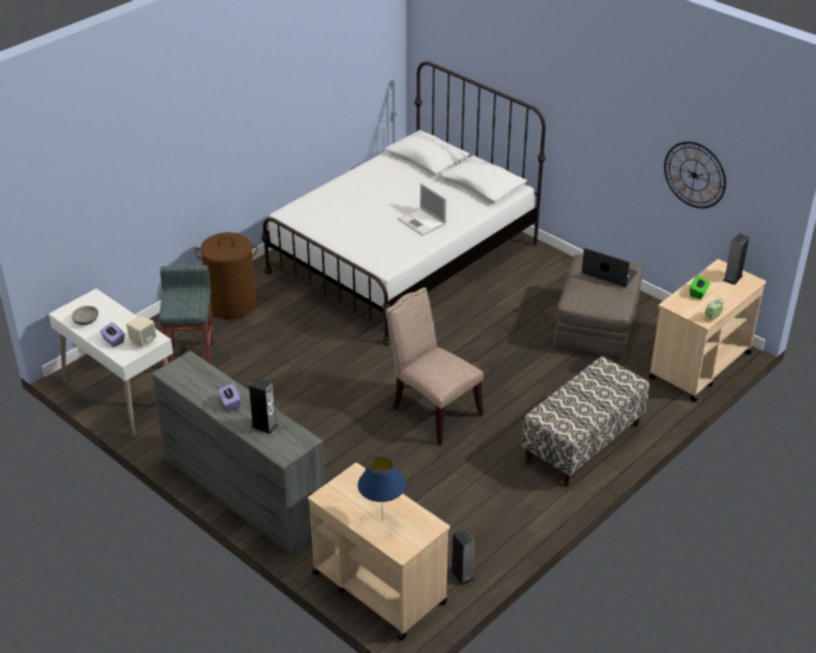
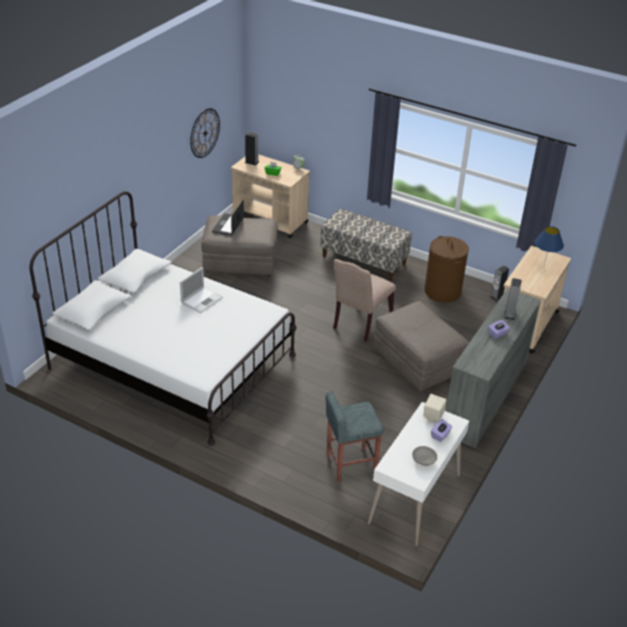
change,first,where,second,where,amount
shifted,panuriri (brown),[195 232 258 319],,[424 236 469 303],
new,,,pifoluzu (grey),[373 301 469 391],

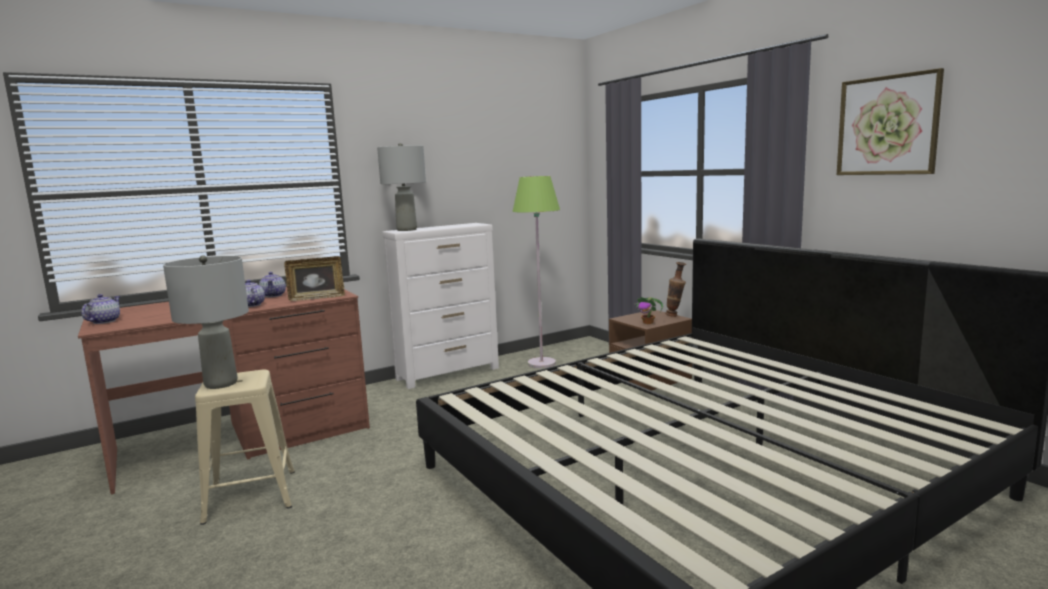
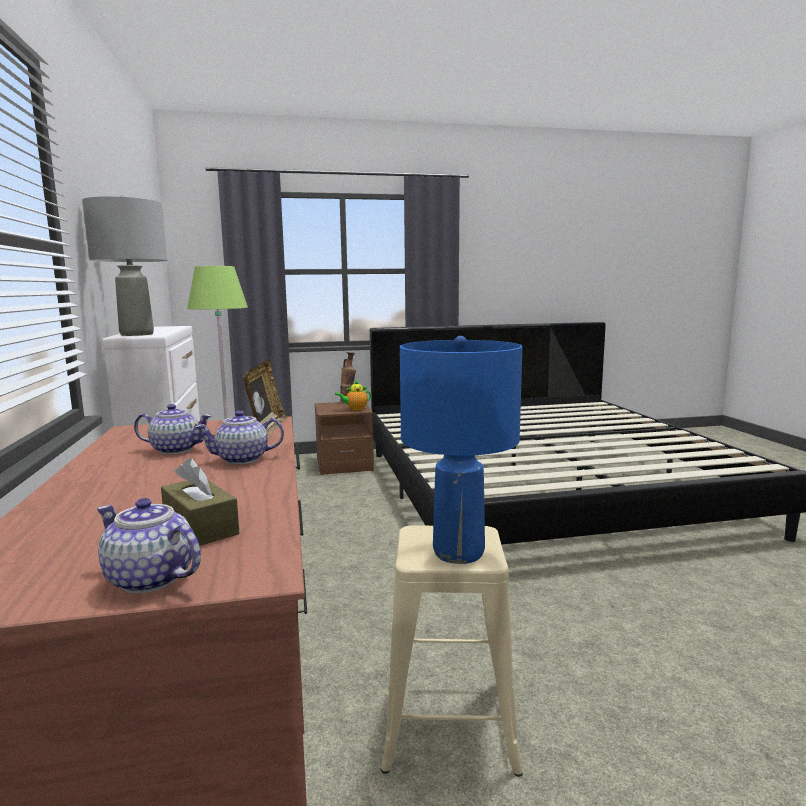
change,first,where,second,where,amount
repainted,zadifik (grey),[163 255 249 389],zadifik (blue),[400 336 522 564],
swapped,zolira,[636 297 663 324],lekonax,[335 380 371 411],
gone,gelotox,[837 68 944 175],,,
new,,,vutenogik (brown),[161 458 239 546],

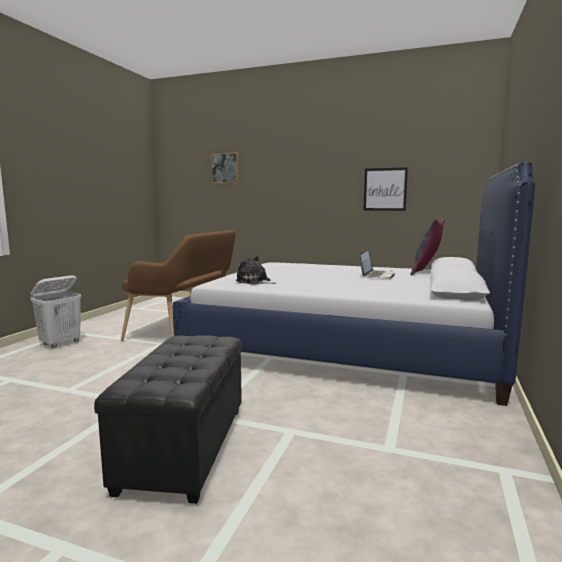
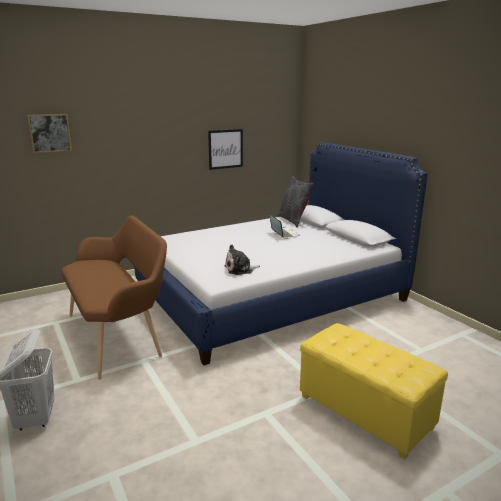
change,first,where,second,where,amount
repainted,pifoluzu (black),[94 335 242 504],pifoluzu (yellow),[300 323 448 459],

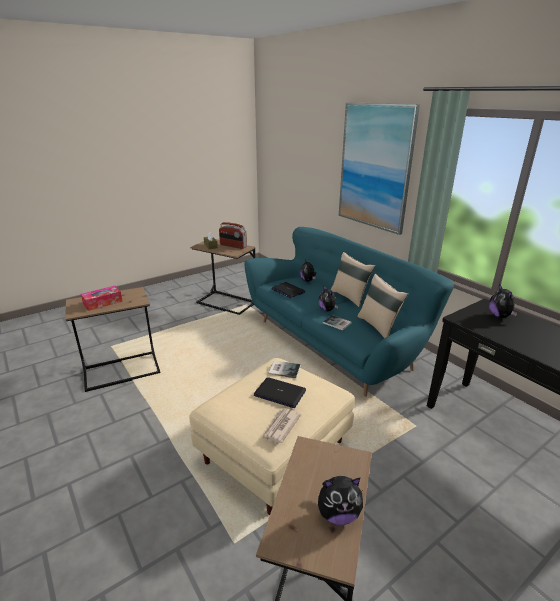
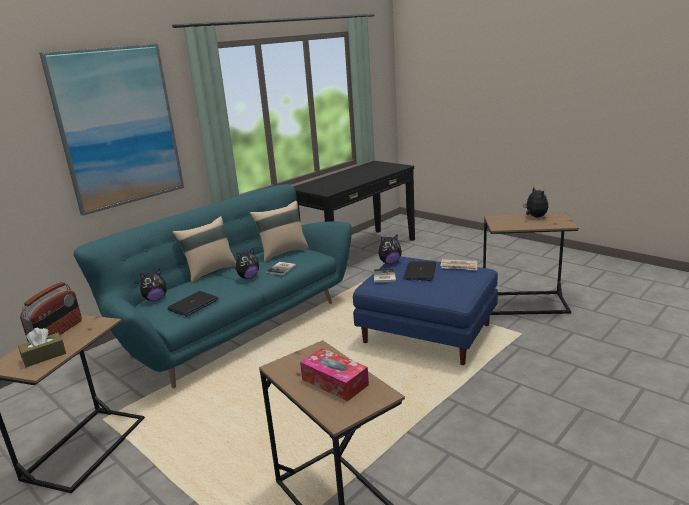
change,first,where,second,where,amount
repainted,pifoluzu (beige),[189 358 355 515],pifoluzu (blue),[353 257 498 365],
shifted,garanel,[489 285 518 318],,[378 234 402 264],

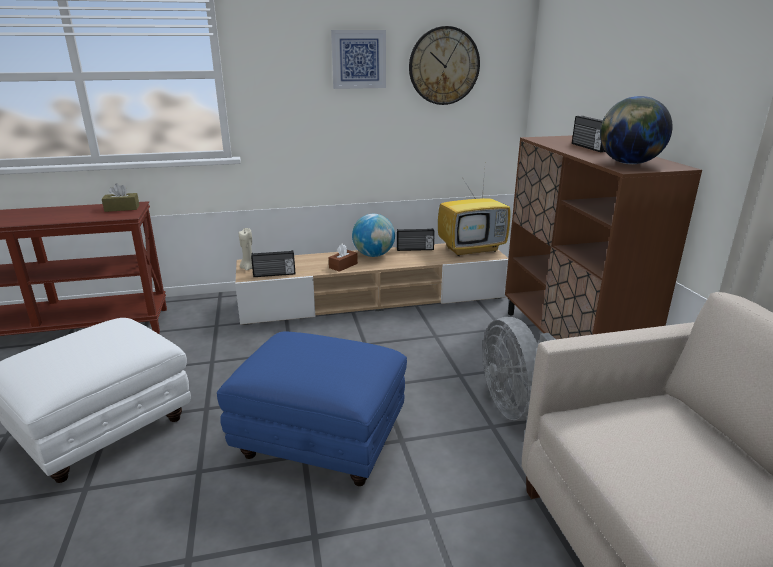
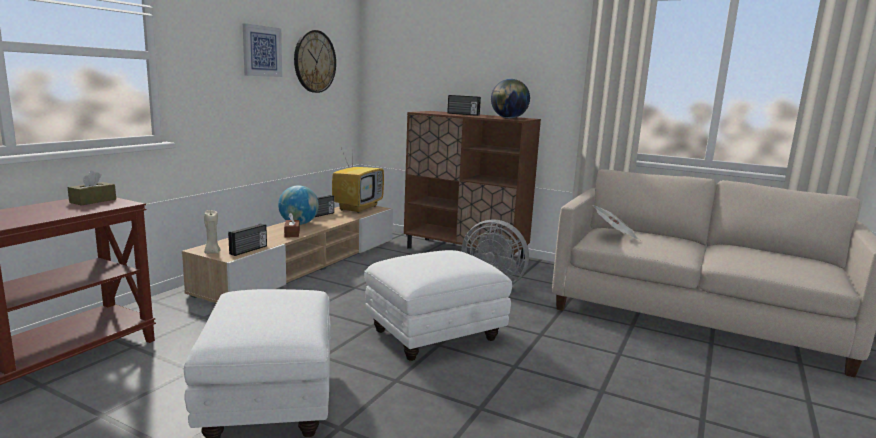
change,first,where,second,where,amount
repainted,pifoluzu (blue),[217 331 407 486],pifoluzu (white),[364 250 512 361],
new,,,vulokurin,[592 205 640 240],

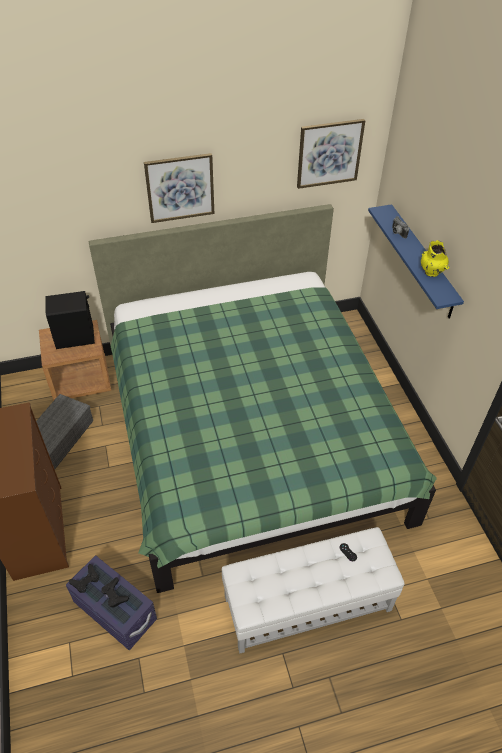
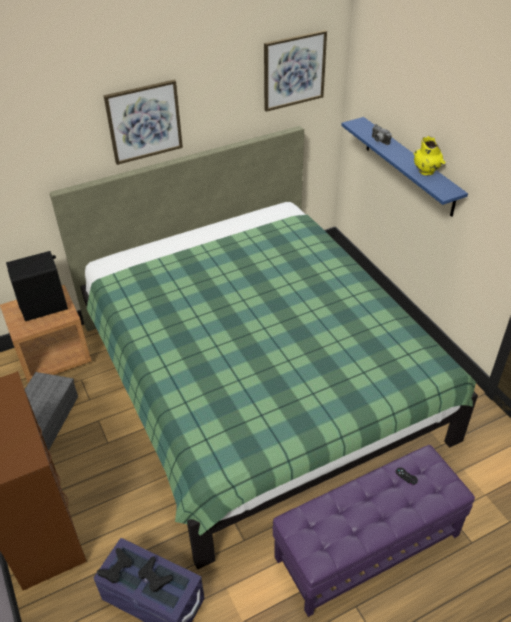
change,first,where,second,where,amount
repainted,pifoluzu (white),[222 527 405 654],pifoluzu (purple),[273 445 475 617],

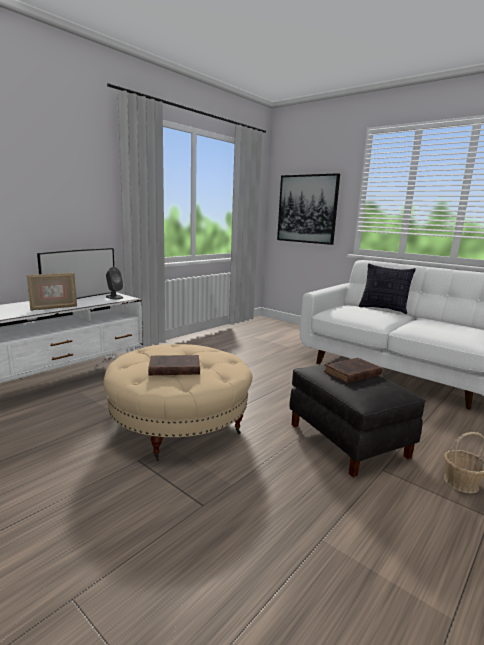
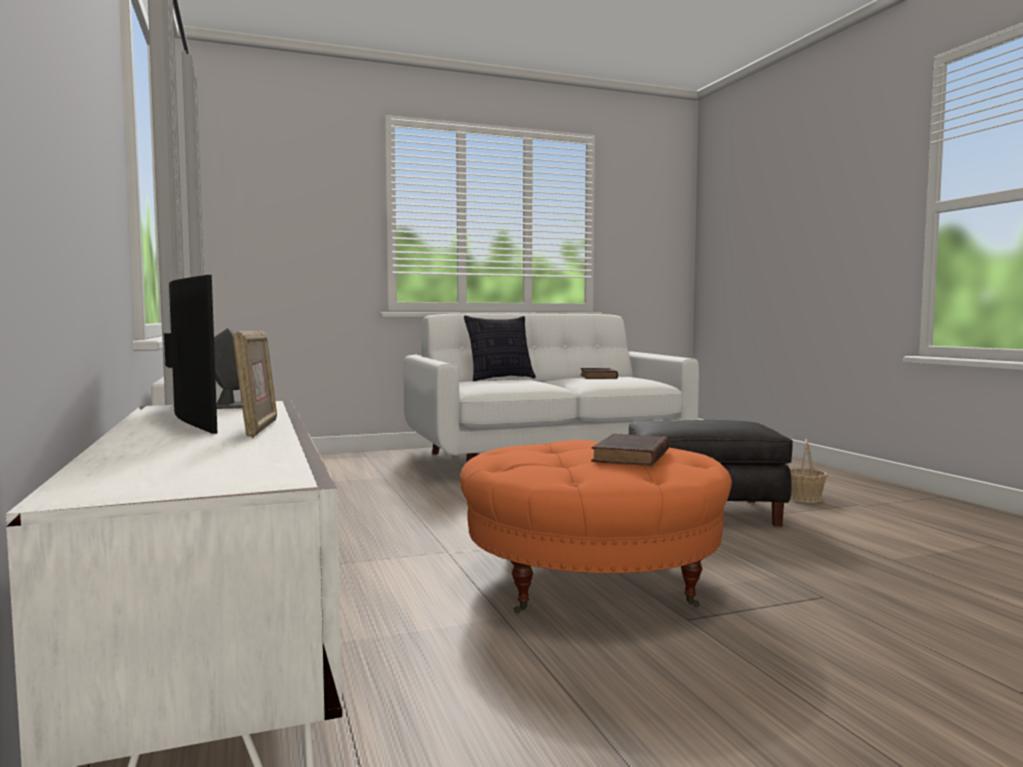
change,first,where,second,where,amount
repainted,pifoluzu (beige),[104 344 252 461],pifoluzu (orange),[460 440 732 614],
gone,gelotox,[277 173 340 245],,,
shifted,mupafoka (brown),[324 358 382 383],,[580 368 618 379],

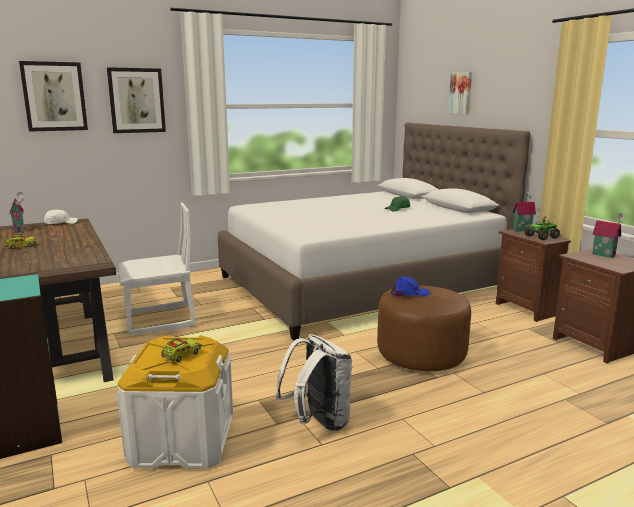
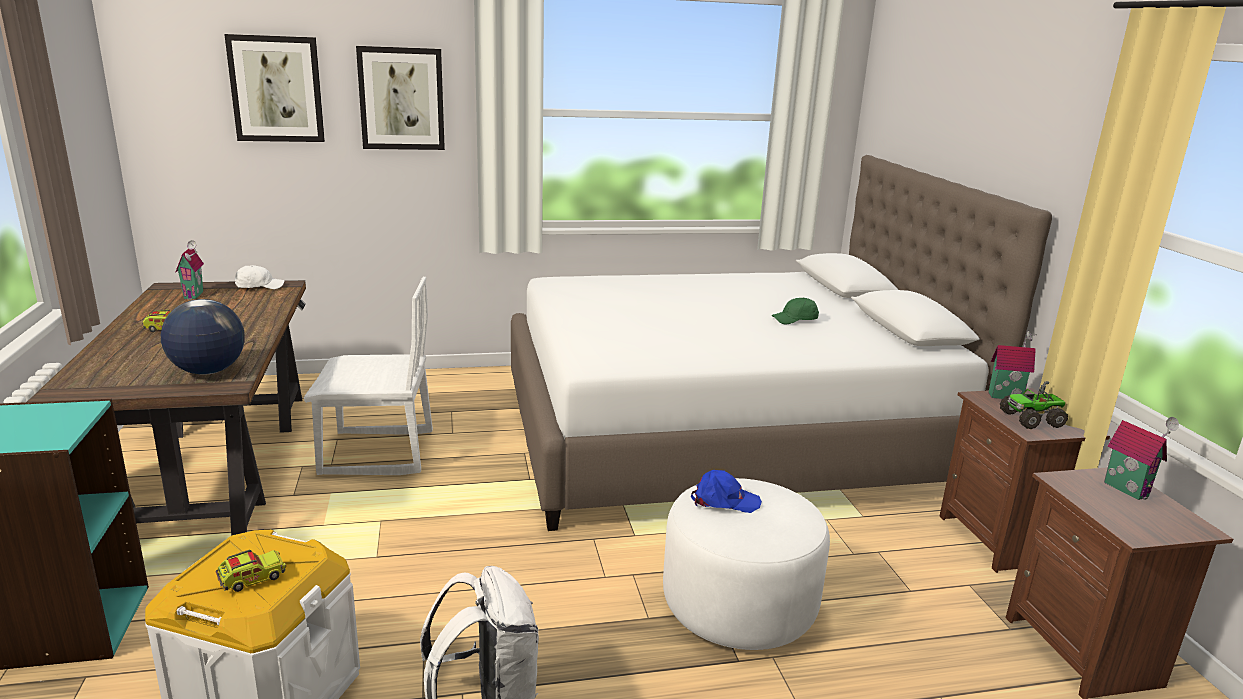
change,first,where,second,where,amount
repainted,pifoluzu (brown),[377 285 471 371],pifoluzu (white),[663 478 830 650],
gone,gelotox,[448 72 472 114],,,
new,,,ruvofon,[161 299 245 375],

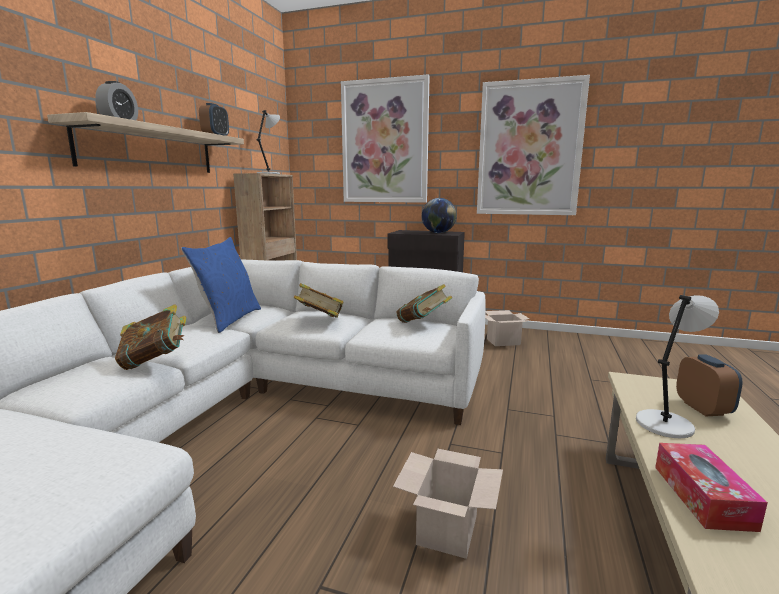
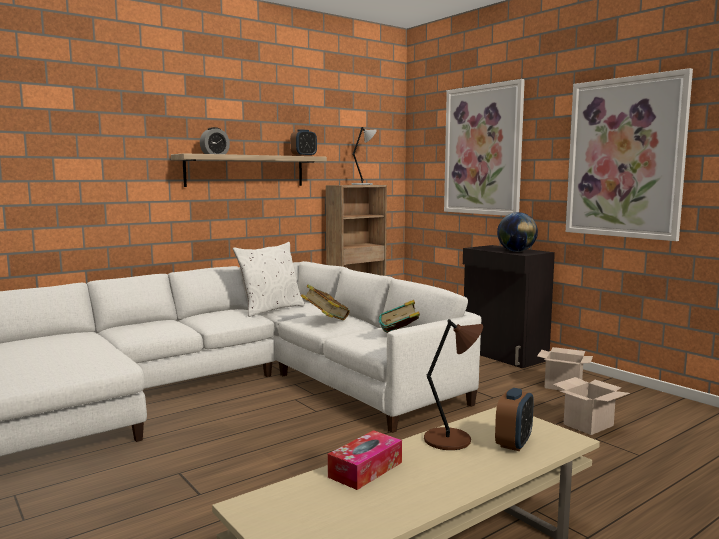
change,first,where,second,where,amount
gone,mupafoka,[115 304 187 370],,,
repainted,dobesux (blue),[181 237 261 333],dobesux (white),[233 242 305 317],
shifted,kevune,[393 449 503 559],,[553 377 630 435],
repainted,zadifik (grey),[636 295 719 438],zadifik (brown),[424 319 483 450],

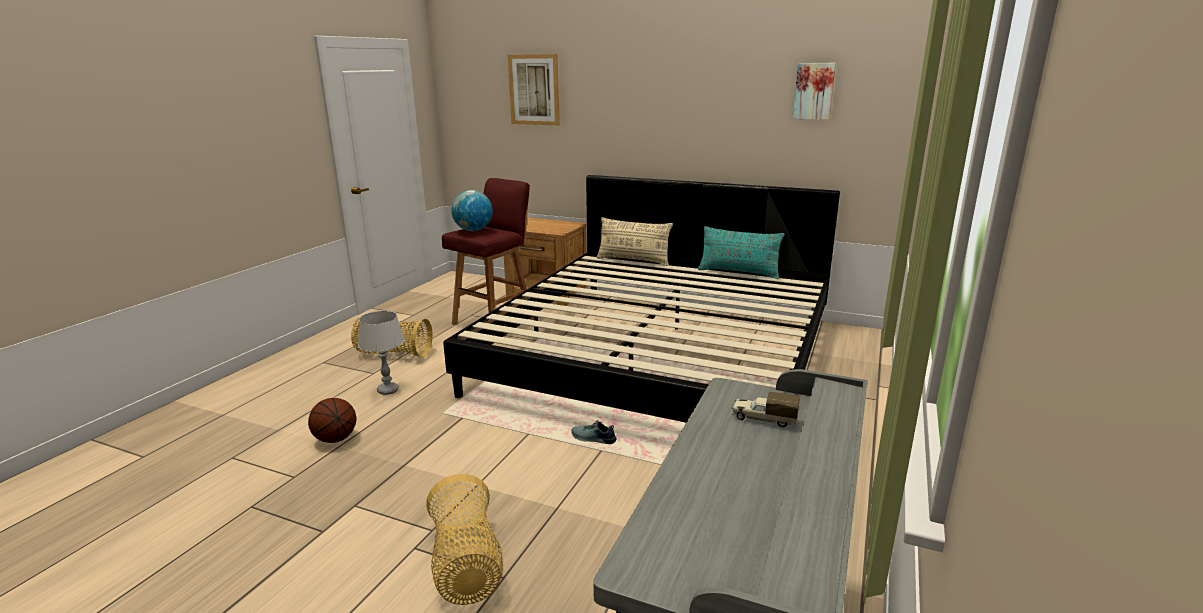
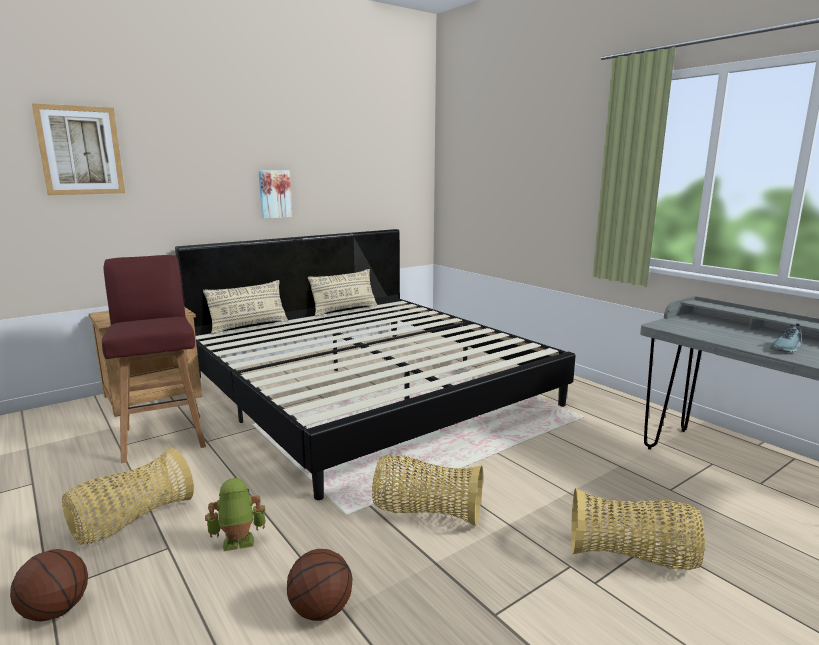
change,first,where,second,where,amount
swapped,zadifik (grey),[358 311 405 395],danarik,[205 478 266 551],
gone,ruvofon,[451 190 493 231],,,
shifted,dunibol,[571 420 617 444],,[770 323 801 352],
repainted,dobesux (turquoise),[698 226 785 279],dobesux (beige),[308 269 377 317],
gone,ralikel,[731 392 800 427],,,
shifted,gelotox,[793 63 836 120],,[258 170 292 219],
new,,,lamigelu,[10 549 88 621],
new,,,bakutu,[372 455 483 526],

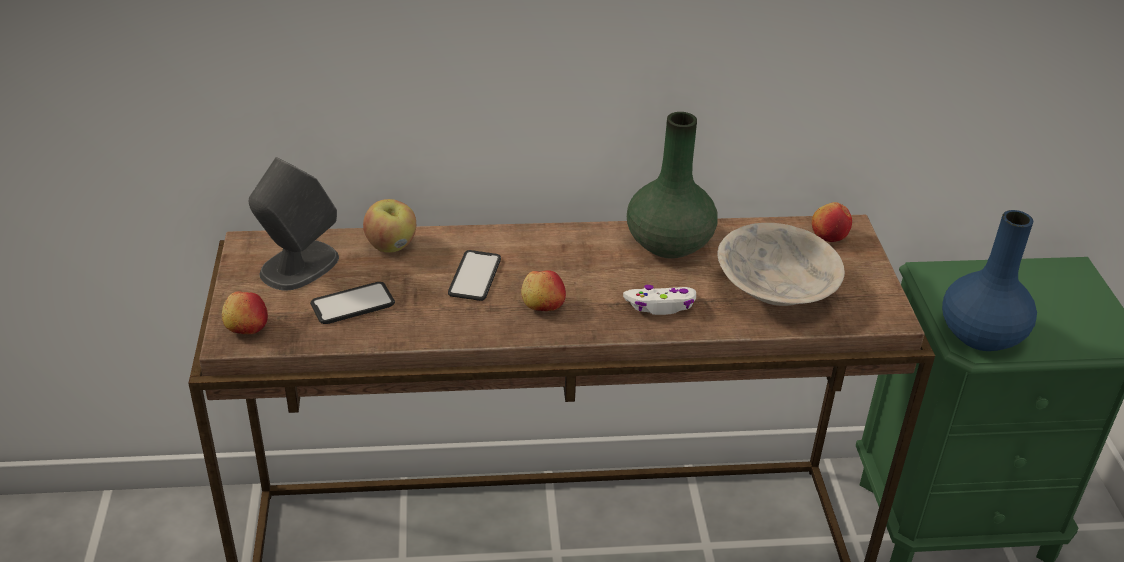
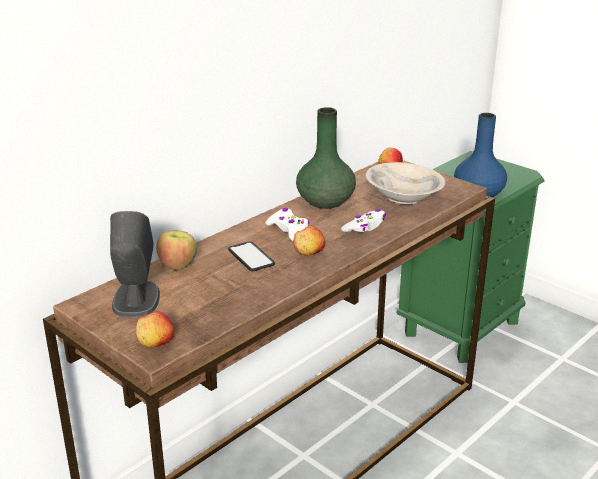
change,first,where,second,where,amount
gone,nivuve,[310 282 395 324],,,
new,,,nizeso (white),[265 208 309 241],

